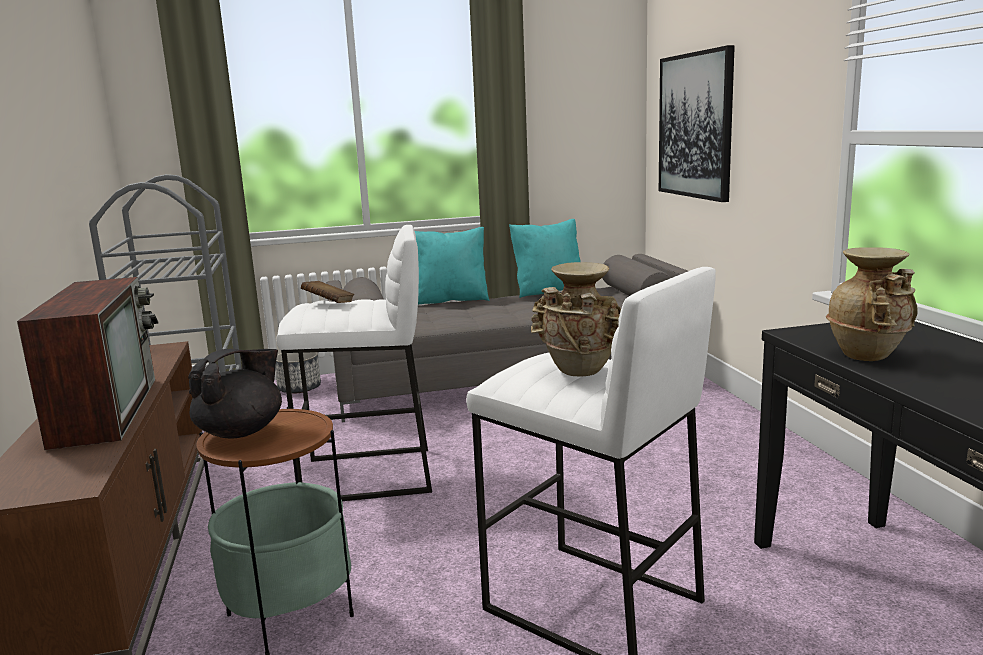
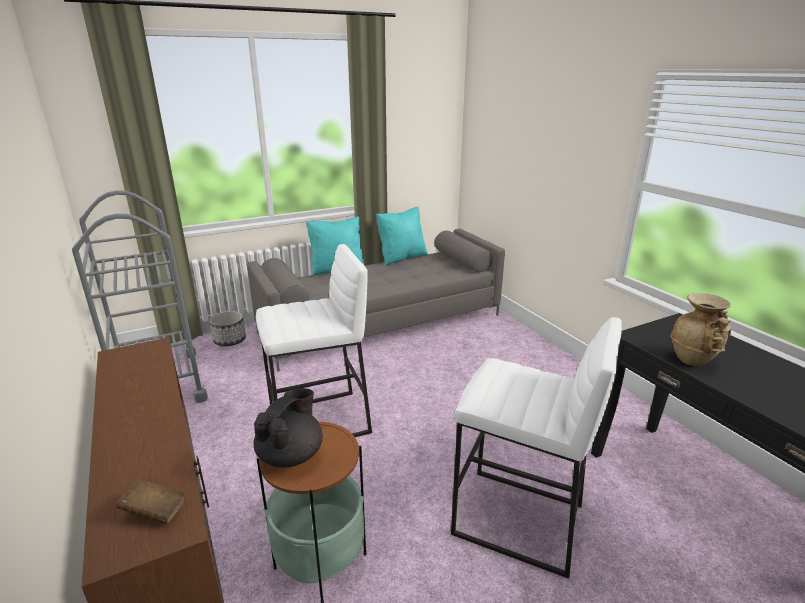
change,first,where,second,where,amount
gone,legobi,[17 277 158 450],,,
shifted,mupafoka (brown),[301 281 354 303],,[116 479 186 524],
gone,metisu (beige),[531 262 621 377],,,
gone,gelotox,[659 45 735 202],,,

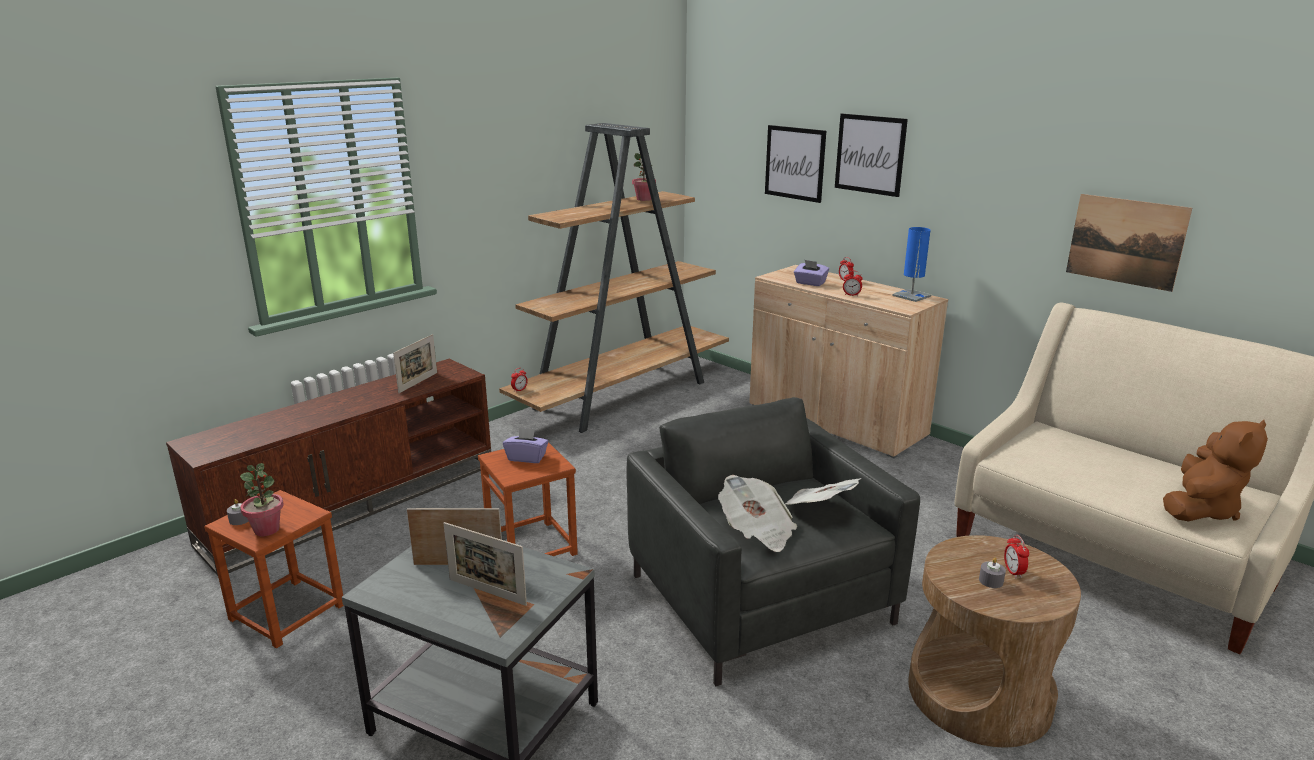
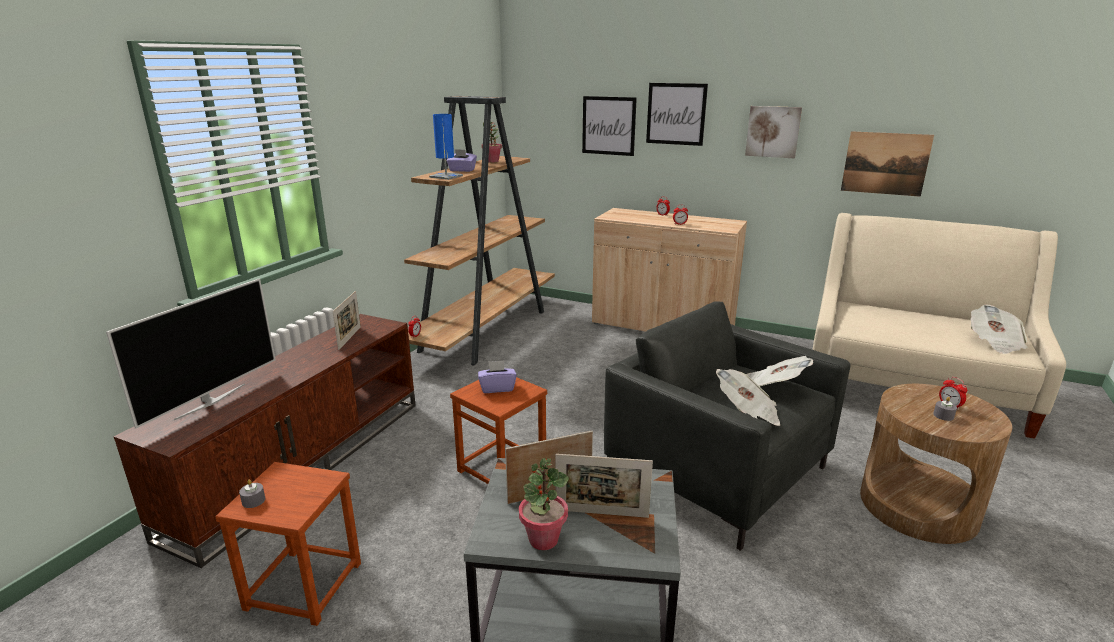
change,first,where,second,where,amount
shifted,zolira,[240 463 284 536],,[519 458 569 550],
shifted,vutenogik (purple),[794 260 829 286],,[446 149 477 172],
shifted,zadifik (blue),[892 227 931 302],,[429 114 463 180],
swapped,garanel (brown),[1163 420 1268 522],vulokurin,[970 304 1028 354],
new,,,legobi,[106 278 276 429],
new,,,gelotox,[745 106 802 158],

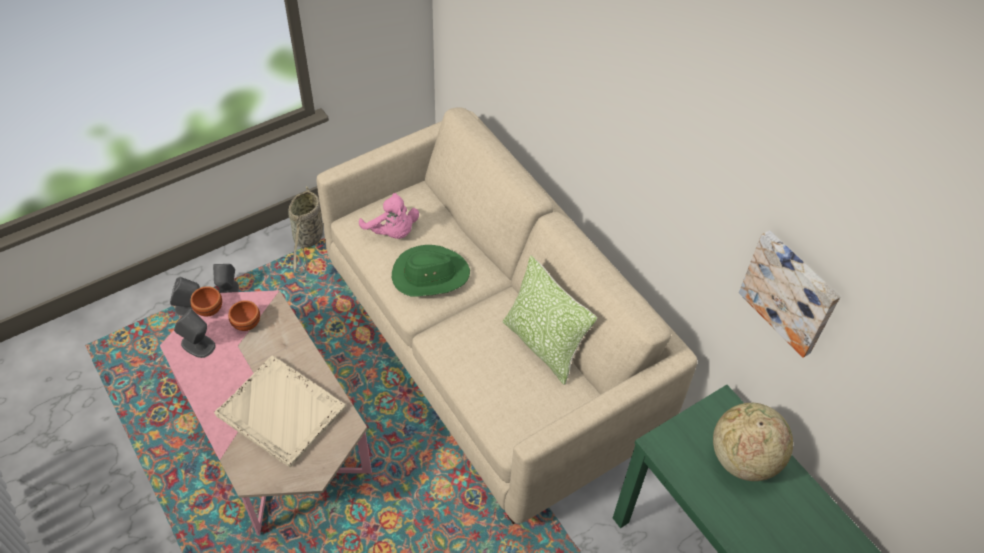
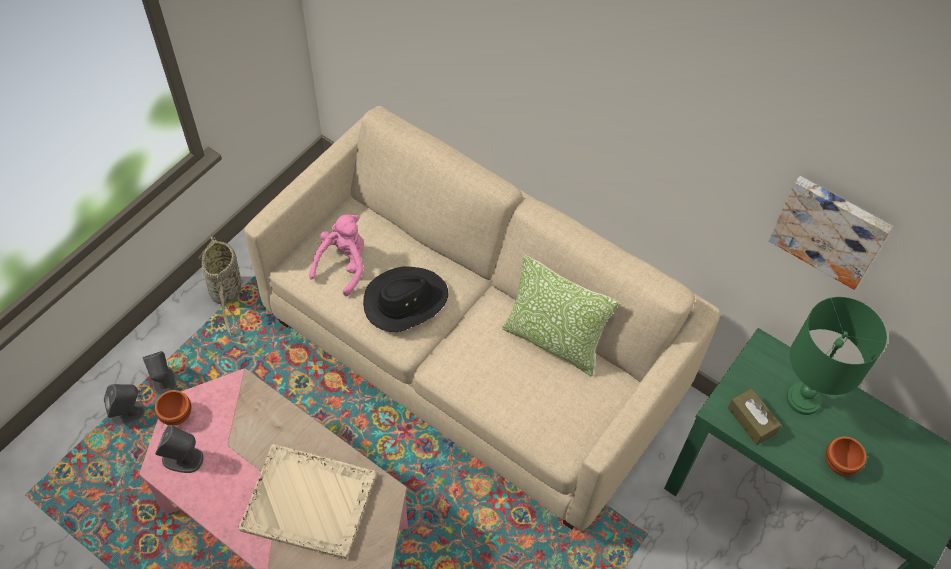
change,first,where,second,where,amount
shifted,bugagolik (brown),[228 300 260 331],,[825 437 866 476],
rotated,garanel (pink),[359 193 419 239],,[309 214 364 296],90 degrees counterclockwise
repainted,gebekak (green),[392 245 470 297],gebekak (black),[363 266 448 332],
swapped,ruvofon,[713 403 793 481],zadifik (green),[786 297 887 415],
new,,,vutenogik (brown),[728 388 781 445],

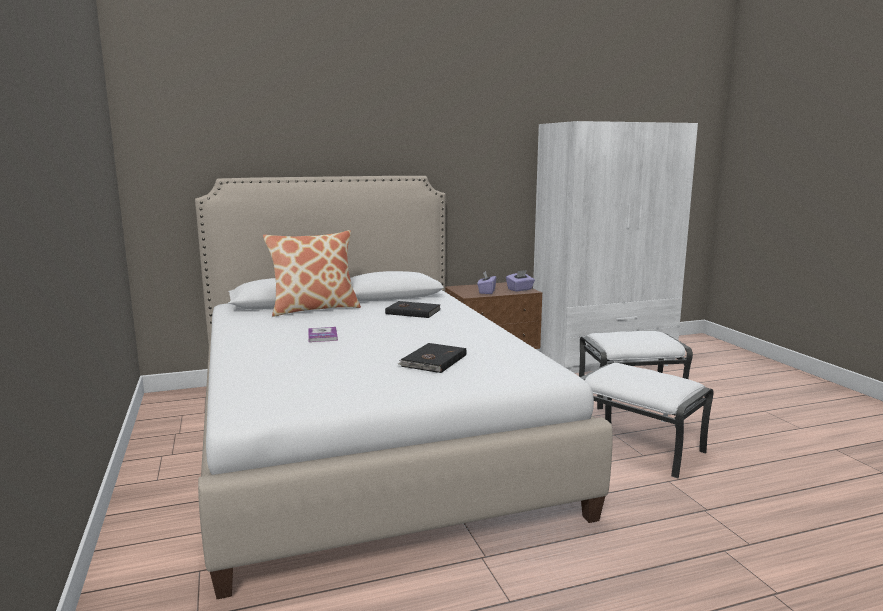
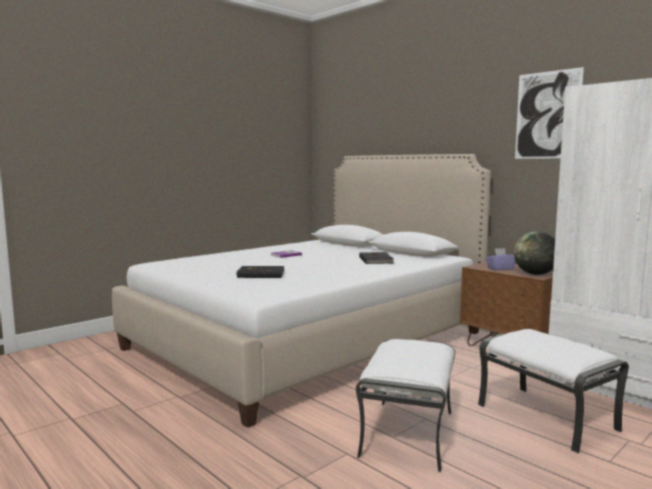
change,first,where,second,where,amount
gone,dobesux,[263 230 361 317],,,
swapped,vutenogik (purple),[506 270 535 291],ruvofon,[514 231 555 275],
new,,,gelotox,[515 67 584 159],

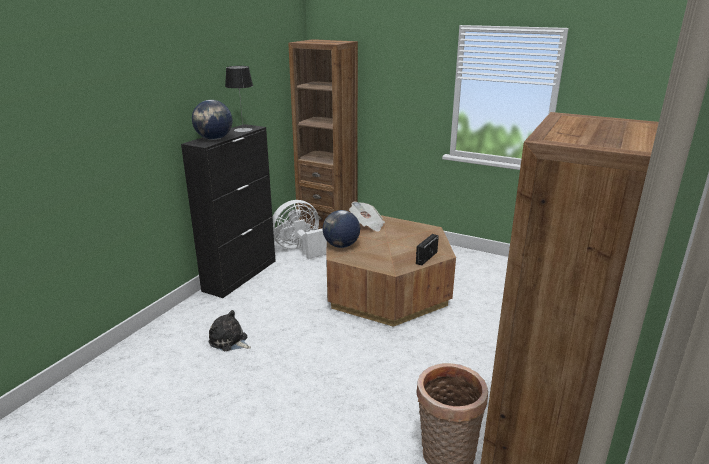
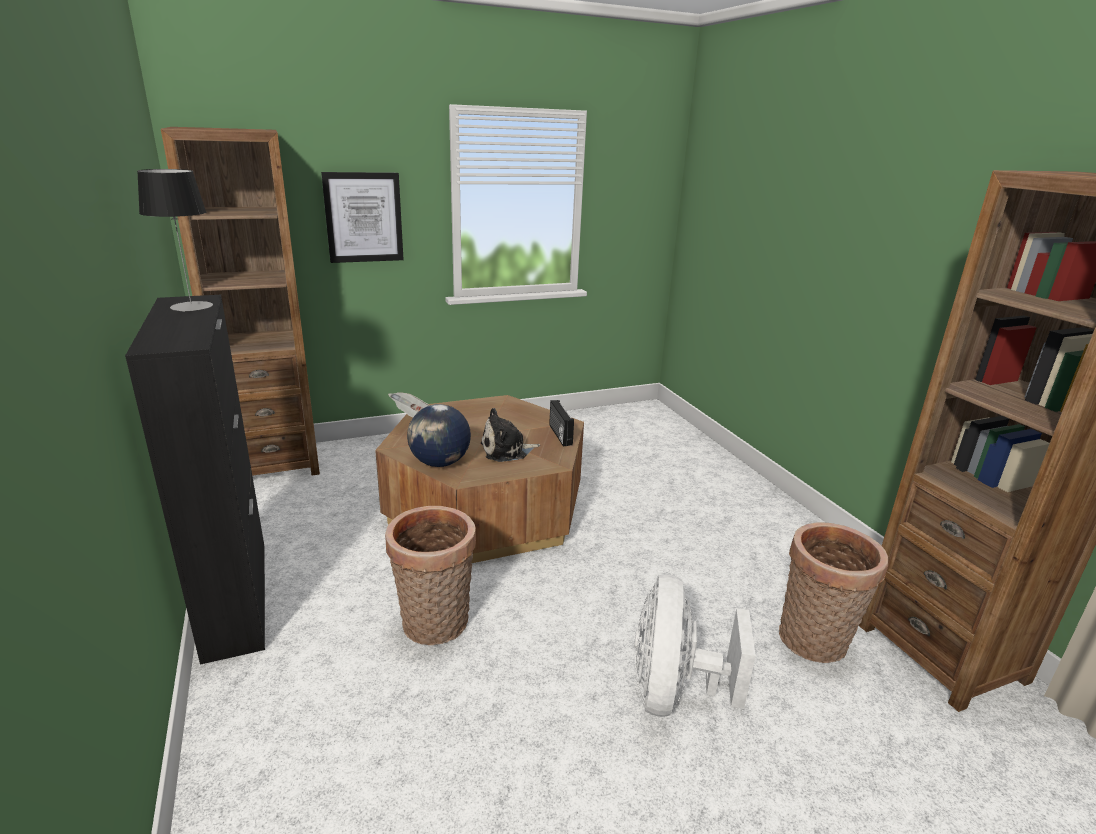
change,first,where,second,where,amount
gone,ruvofon,[192 100 232 140],,,
shifted,garanel,[208 310 251 351],,[481 408 540 462],
shifted,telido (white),[272 200 327 259],,[634 574 756 717],
new,,,gelotox,[321 172 404 263],
new,,,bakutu,[385 506 476 645],

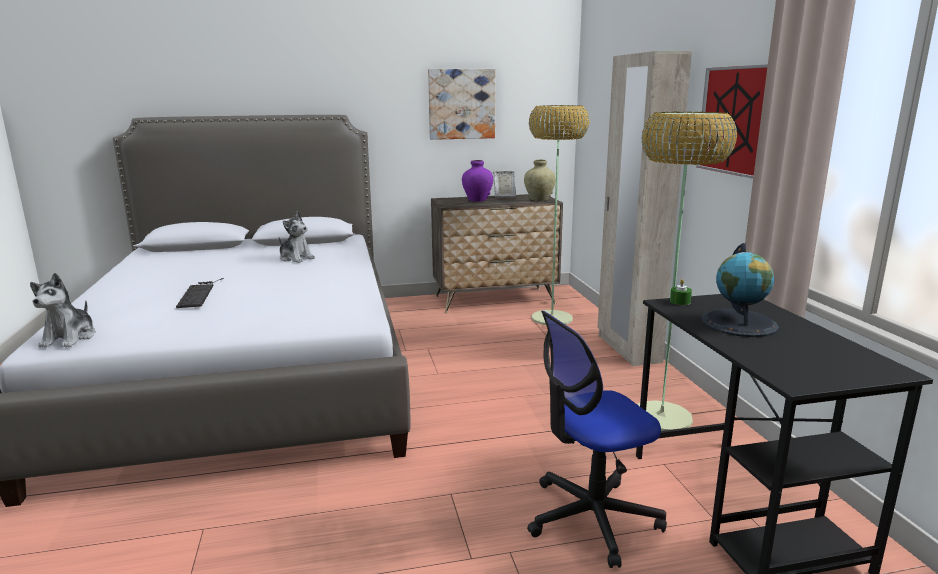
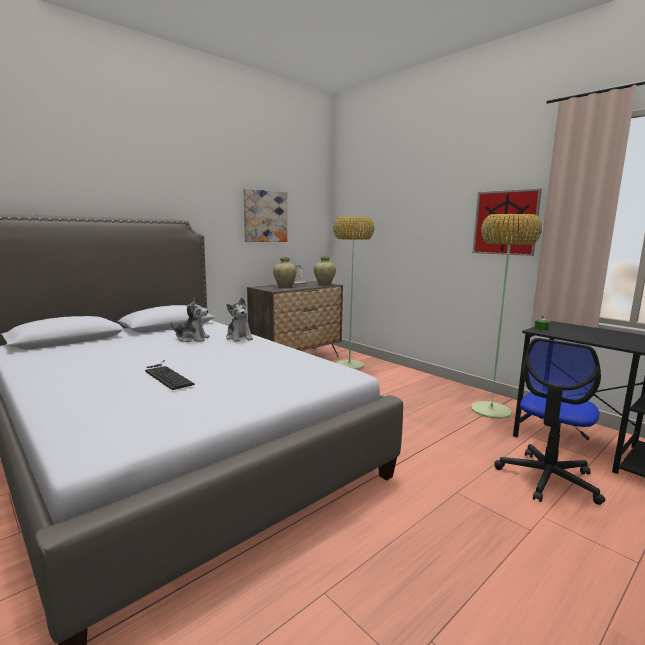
change,first,where,second,where,amount
shifted,garanel,[30 273 96 347],,[226 298 253 342],
repainted,metisu (purple),[462 160 493 202],metisu (beige),[273 257 297 287],
gone,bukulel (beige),[598 51 692 366],,,
gone,ruvofon,[701 243 779 337],,,

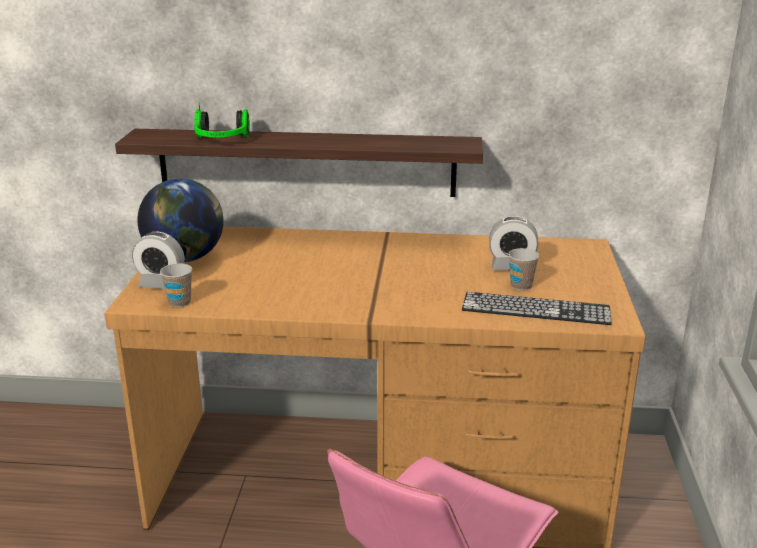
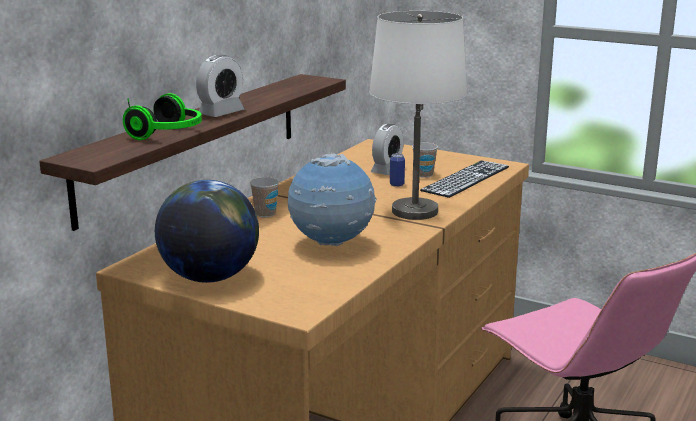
change,first,where,second,where,amount
shifted,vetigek,[132 232 185 289],,[196 55 244 117],
shifted,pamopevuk,[160 263 192 307],,[250 177 279 217],
new,,,ruvofon,[288 153 377 246],
new,,,zadifik (white),[369 11 468 220],
new,,,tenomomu,[390 153 405 187],

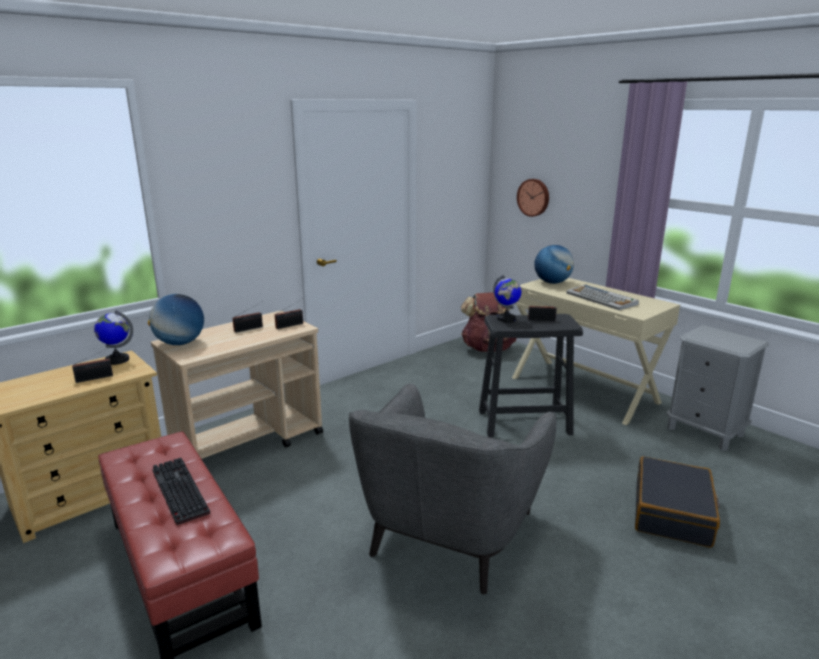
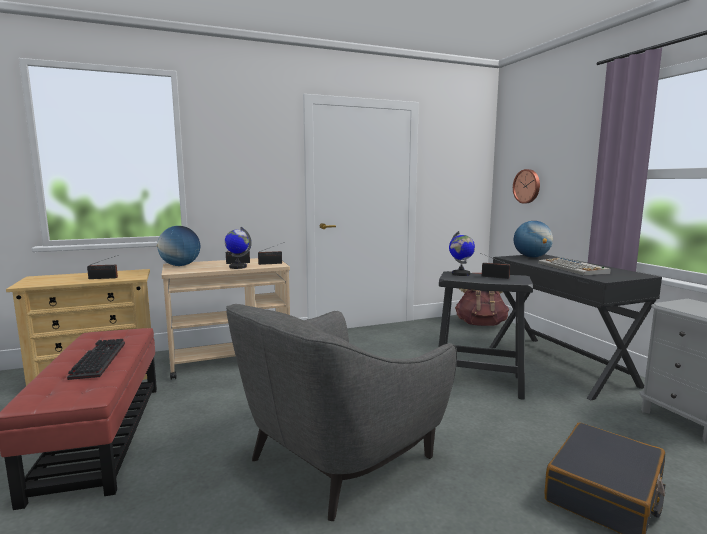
change,first,where,second,where,amount
shifted,ruvofon,[94 310 133 365],,[225 227 252 269],
repainted,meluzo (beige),[512 278 680 425],meluzo (black),[490 254 662 400],

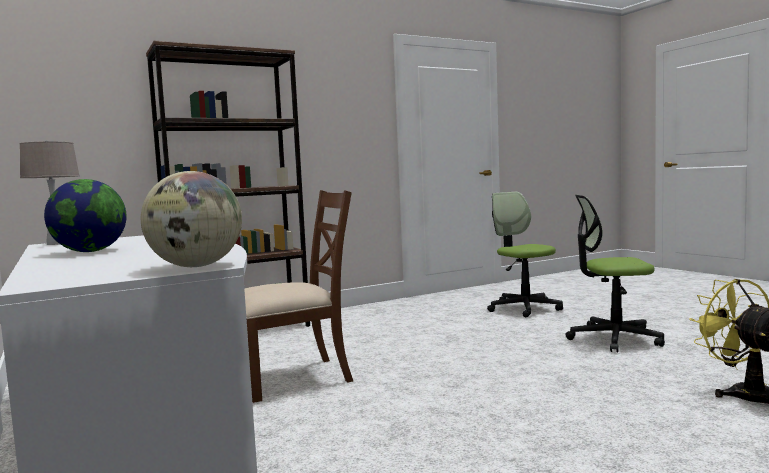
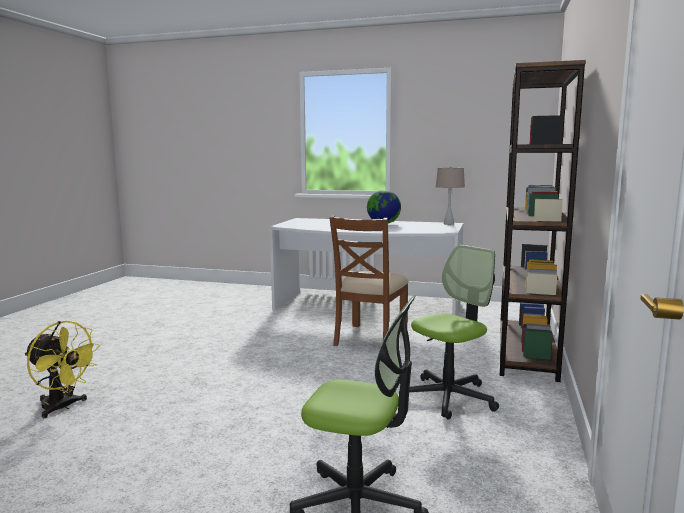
change,first,where,second,where,amount
gone,ruvofon,[141 171 242 267],,,
shifted,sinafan,[565 195 665 352],,[409 245 499 419],

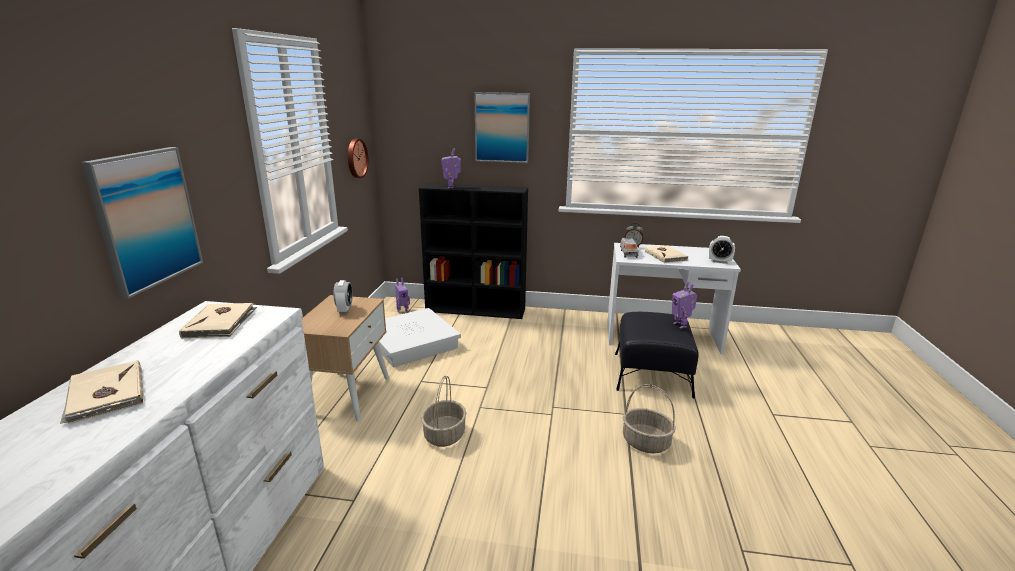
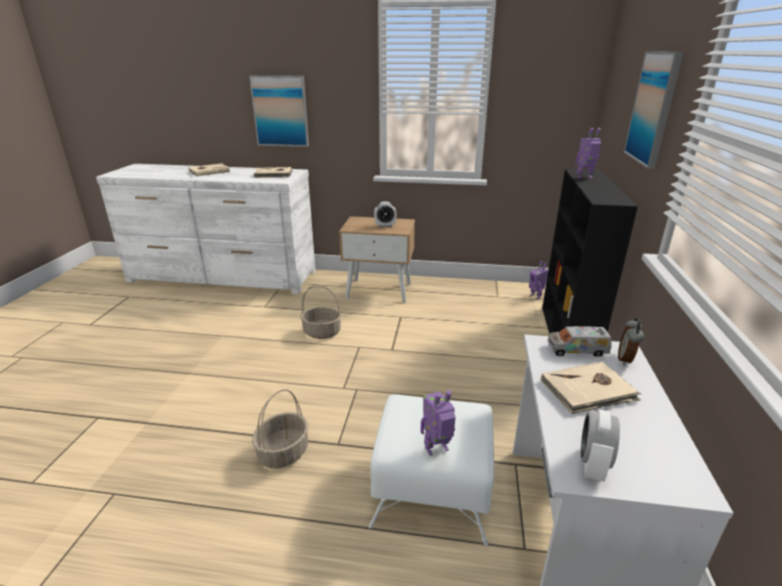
change,first,where,second,where,amount
gone,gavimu,[348 139 369 178],,,
gone,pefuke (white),[379 308 461 367],,,
repainted,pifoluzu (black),[615 312 698 398],pifoluzu (white),[368 394 494 546],

